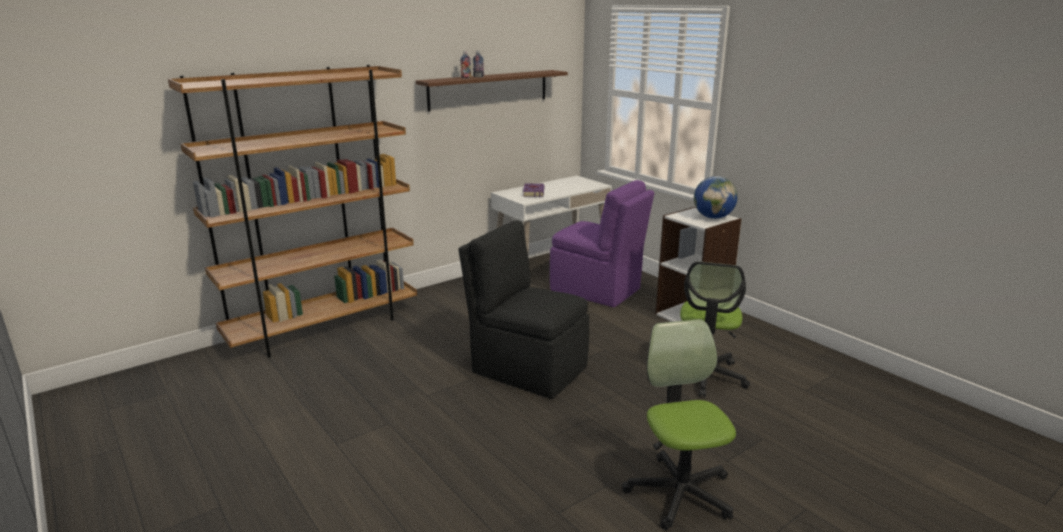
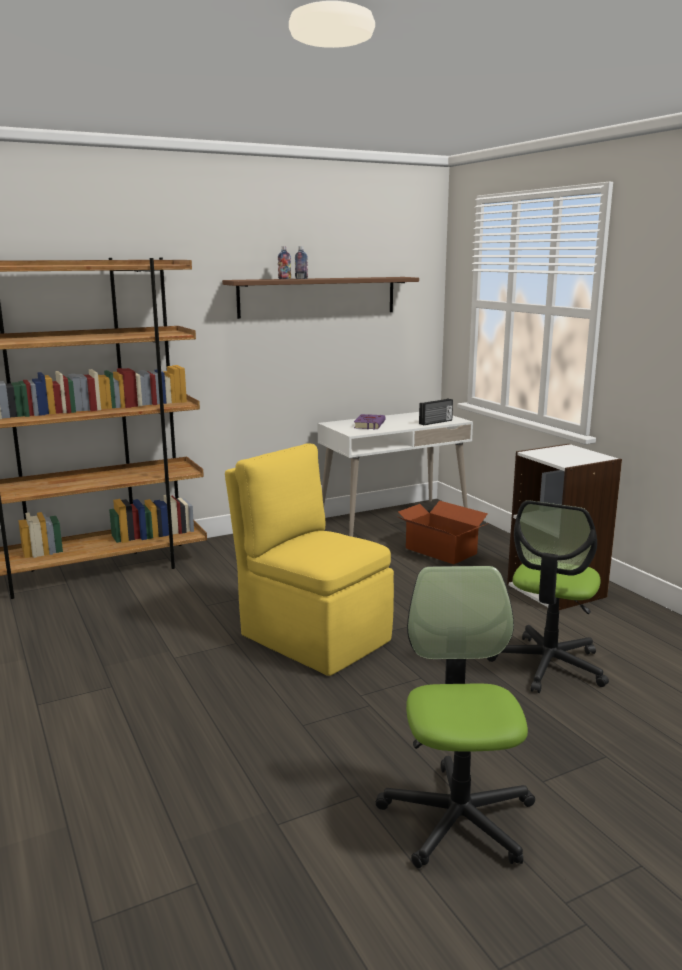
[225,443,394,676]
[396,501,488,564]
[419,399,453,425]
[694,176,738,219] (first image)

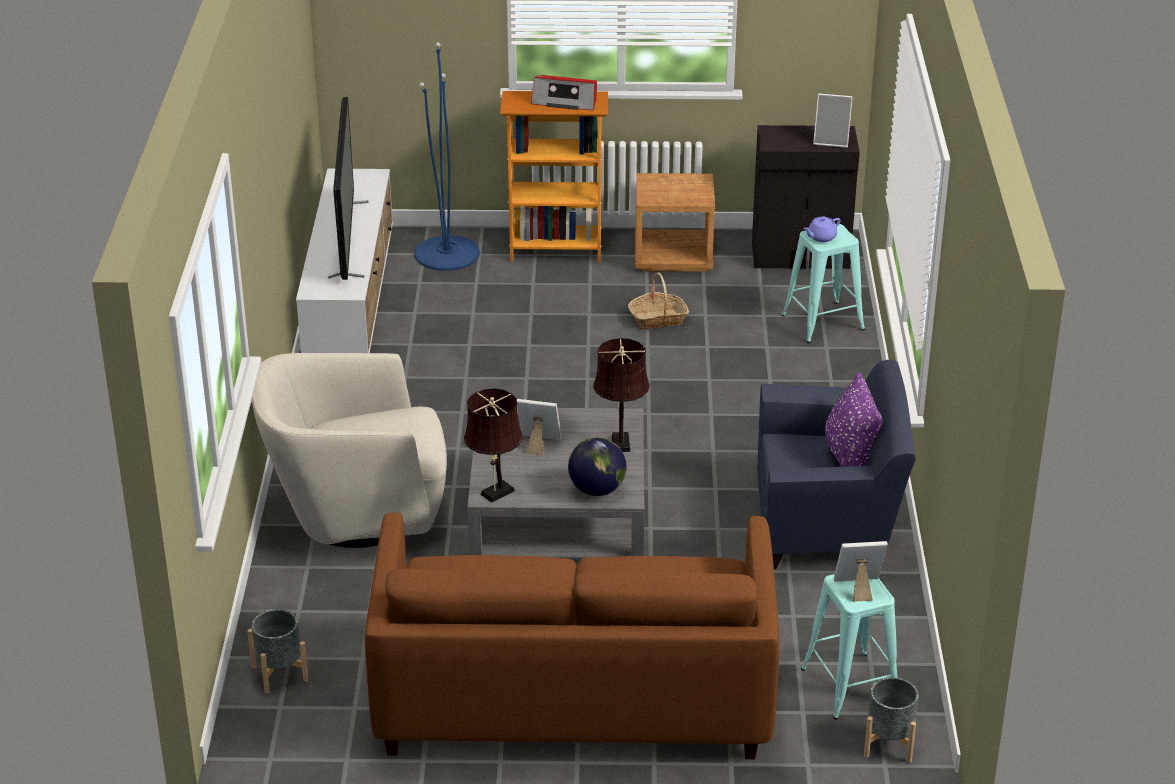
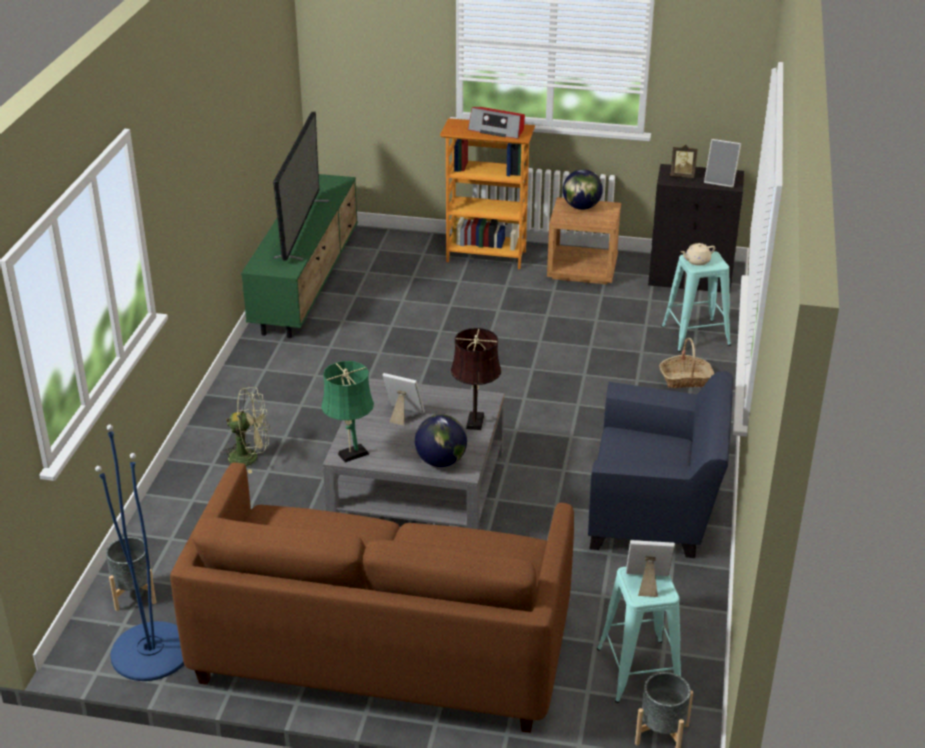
[95,424,184,681]
[220,387,270,474]
[241,174,358,338]
[321,361,374,463]
[563,169,603,210]
[659,338,714,388]
[670,145,698,178]
[681,243,715,266]
[825,372,883,467] (first image)

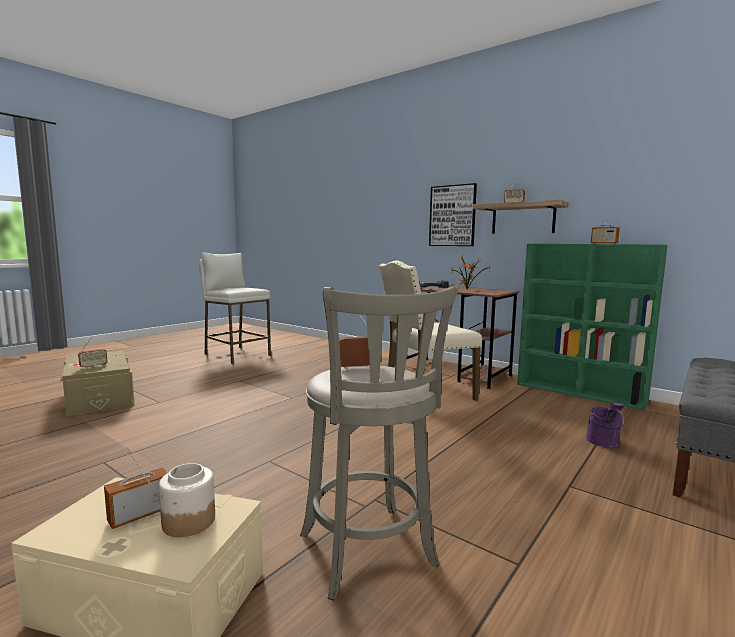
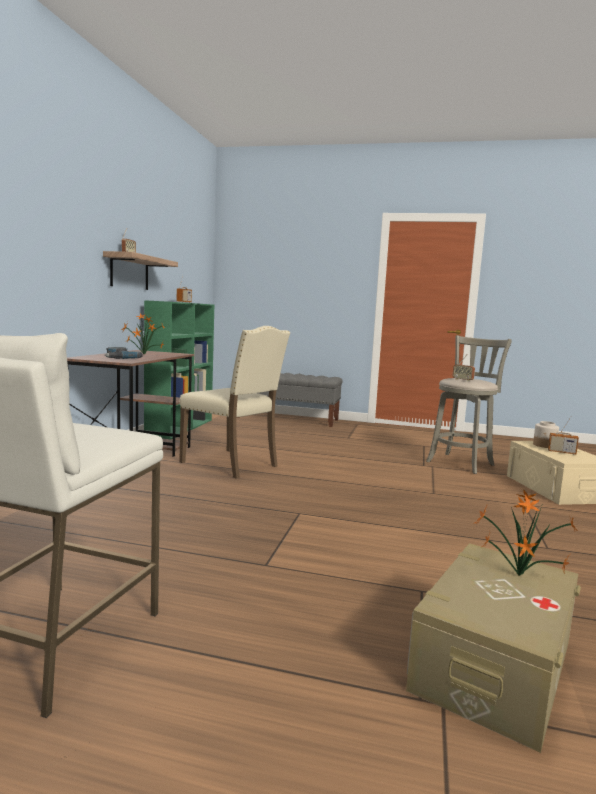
[473,490,578,576]
[429,183,477,246] (first image)
[586,402,625,448] (first image)

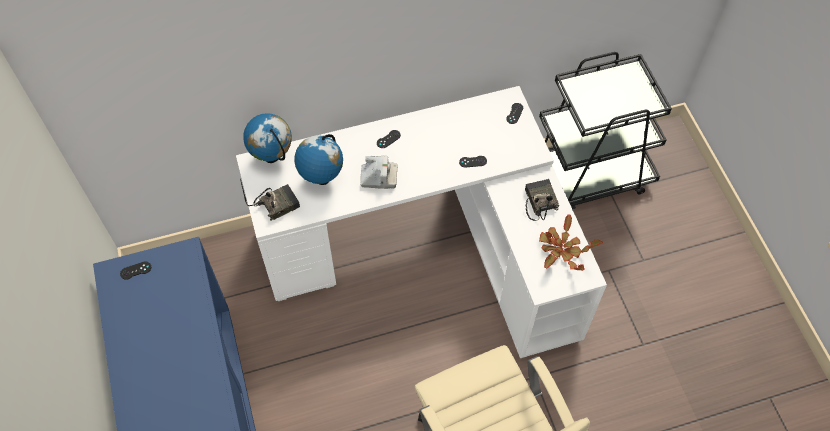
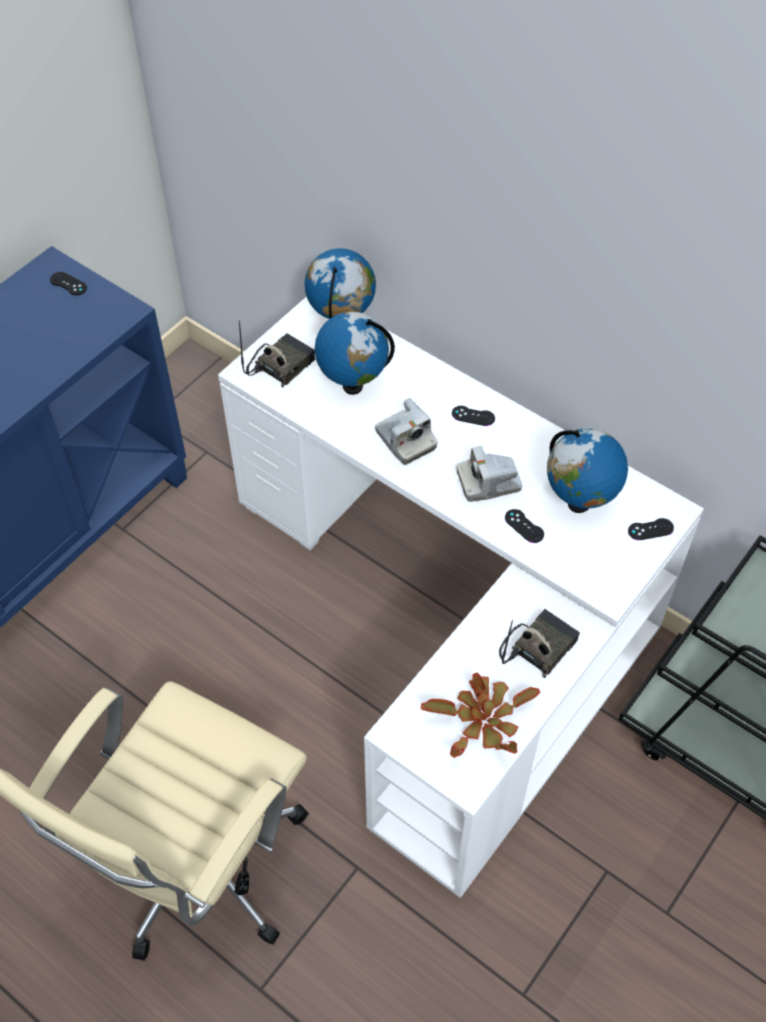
[239,320,315,387]
[457,446,523,502]
[547,428,628,513]

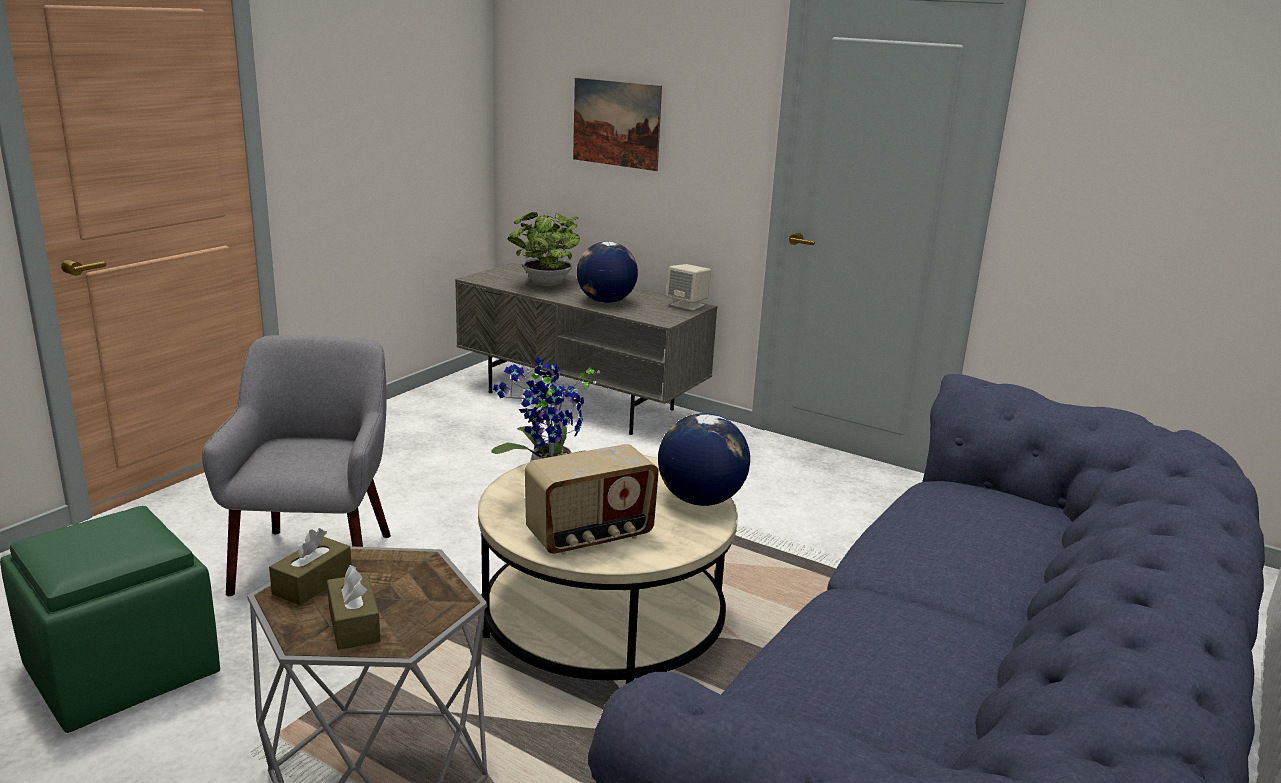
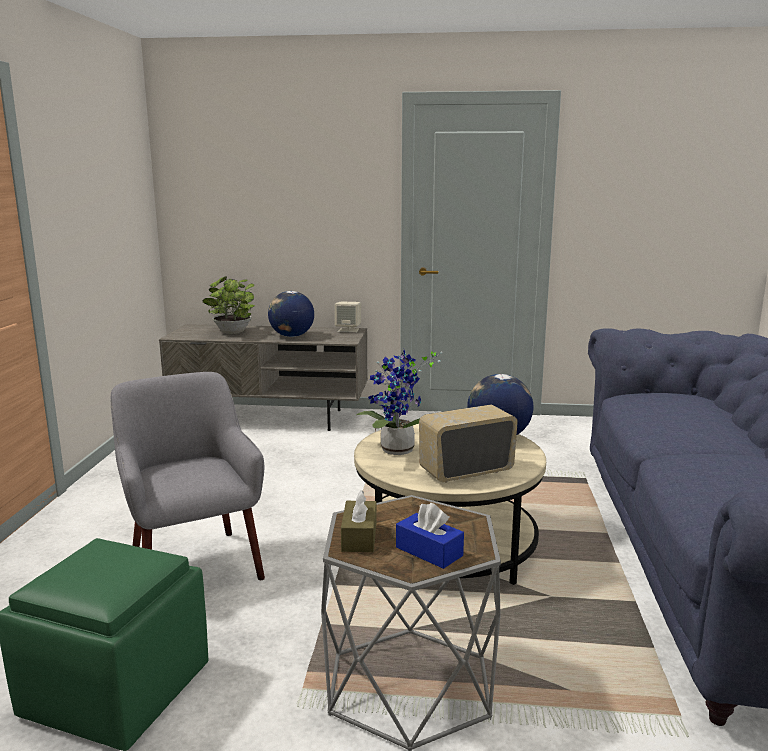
[396,503,464,569]
[419,405,518,483]
[573,78,662,171] (first image)

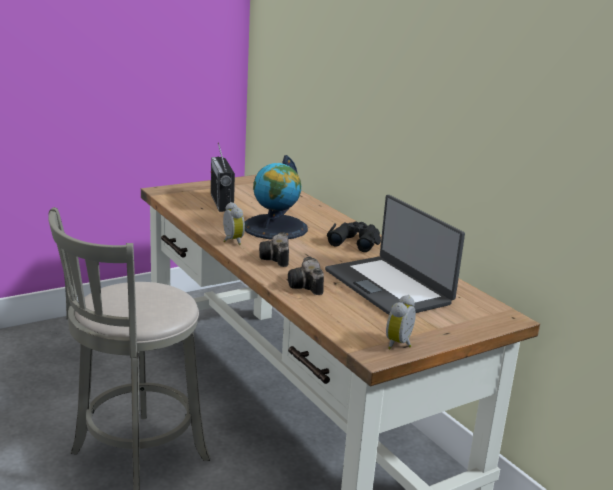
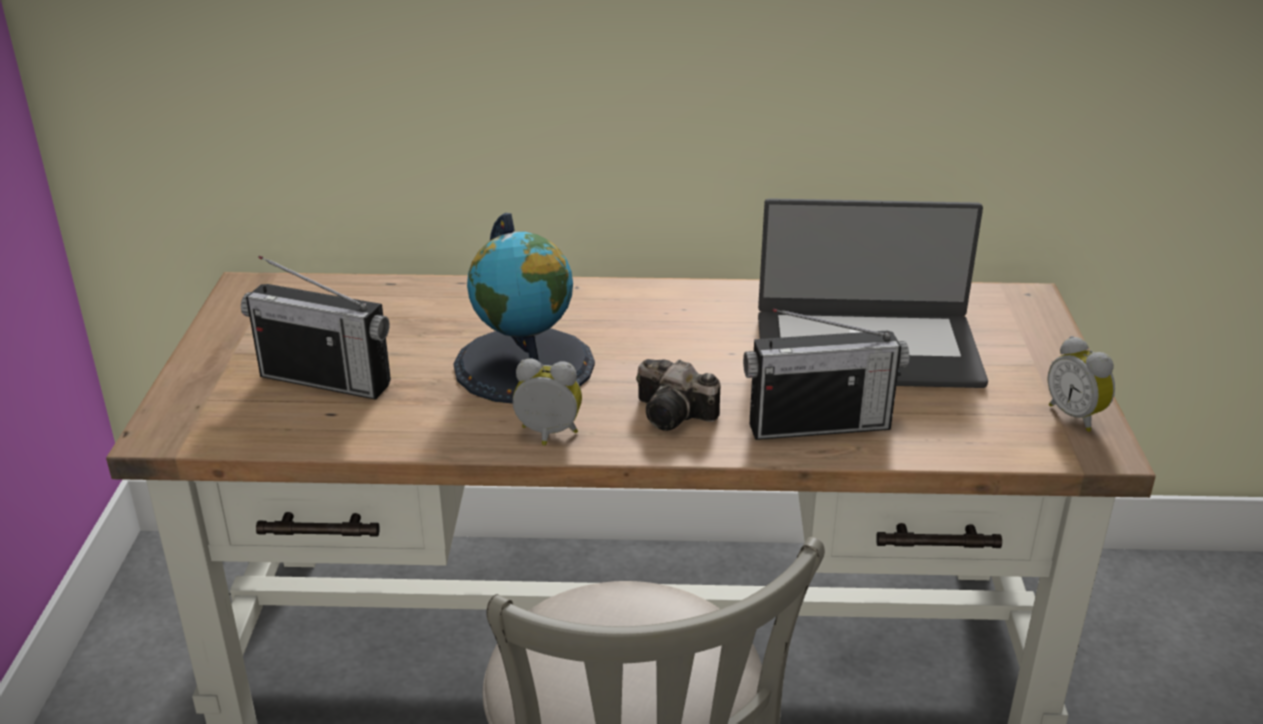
[743,309,909,440]
[327,222,381,252] (first image)

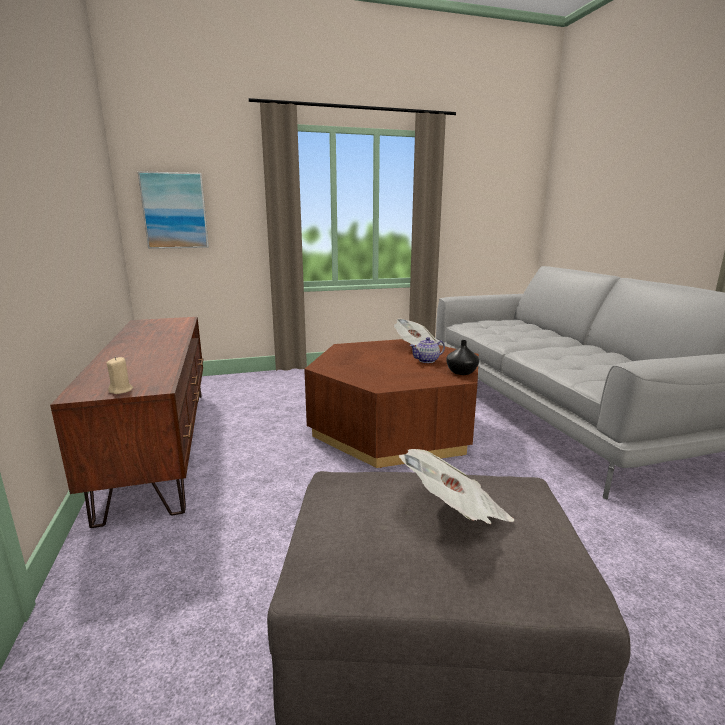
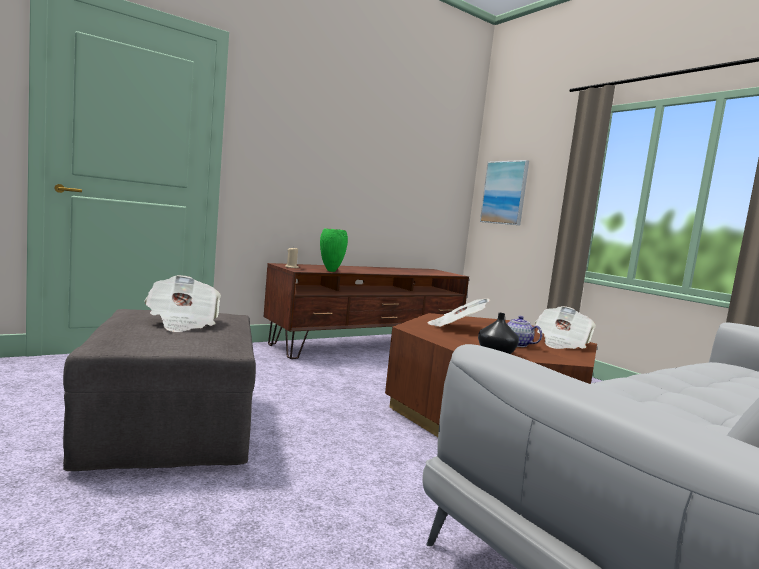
[320,229,348,272]
[428,298,490,327]

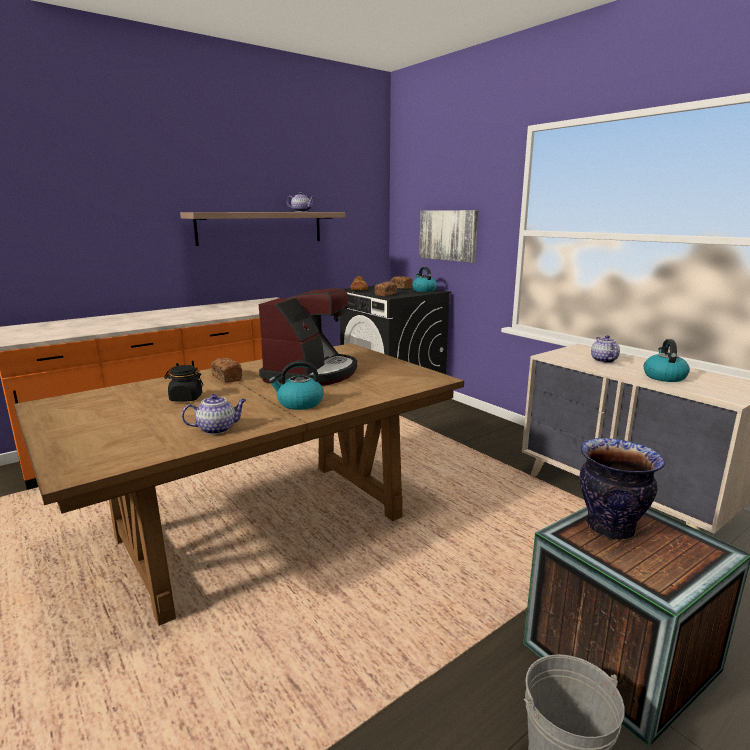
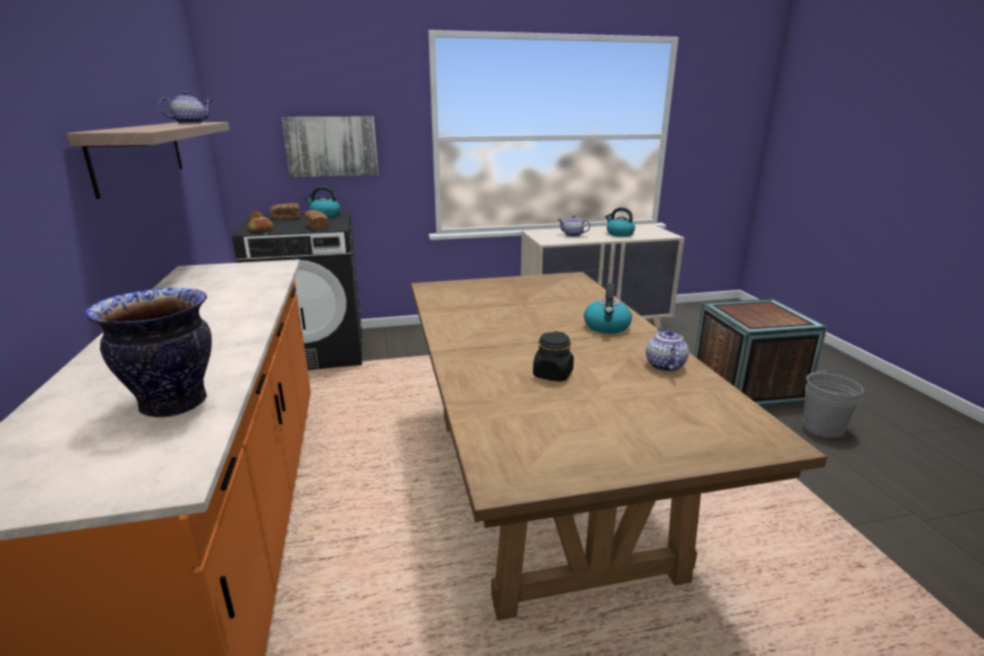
[84,288,212,418]
[211,358,242,383] (first image)
[259,288,357,386] (first image)

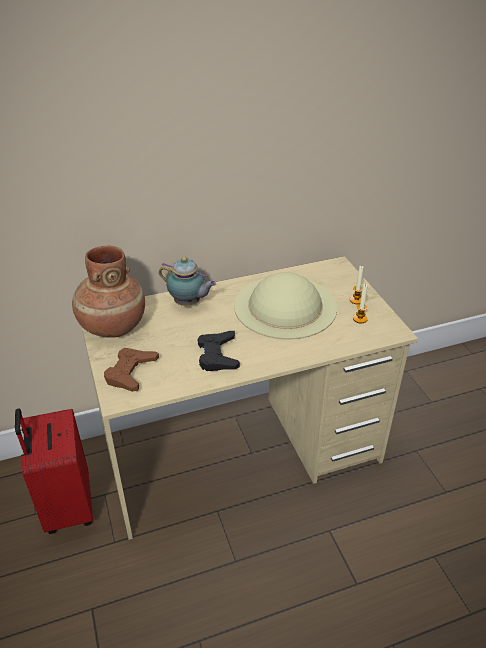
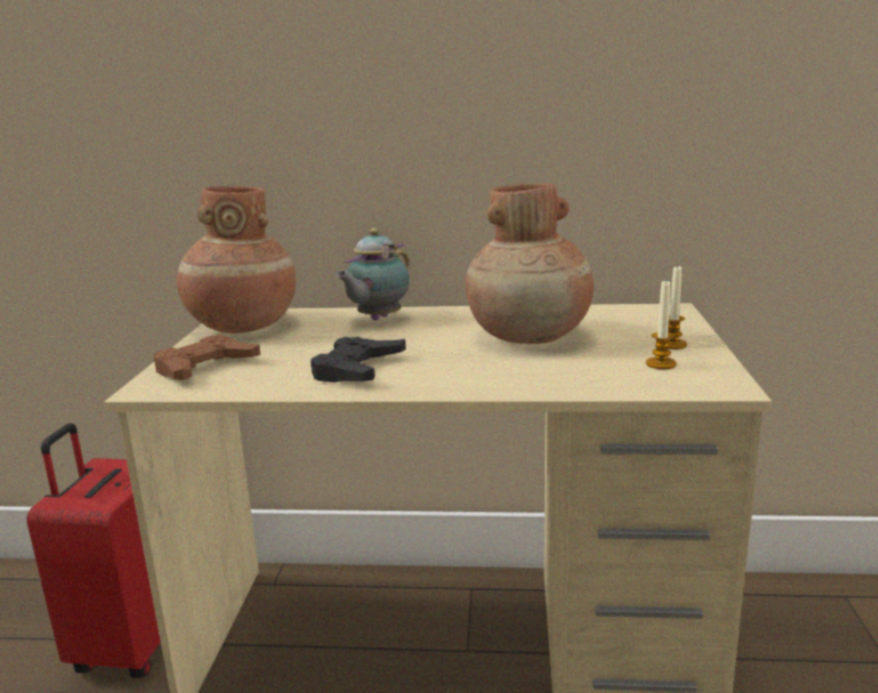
[336,228,409,320]
[465,183,594,344]

